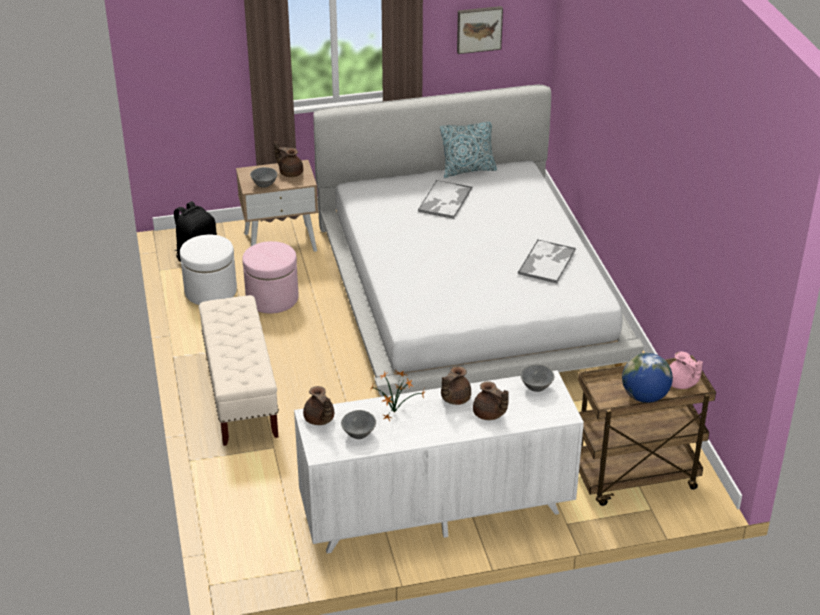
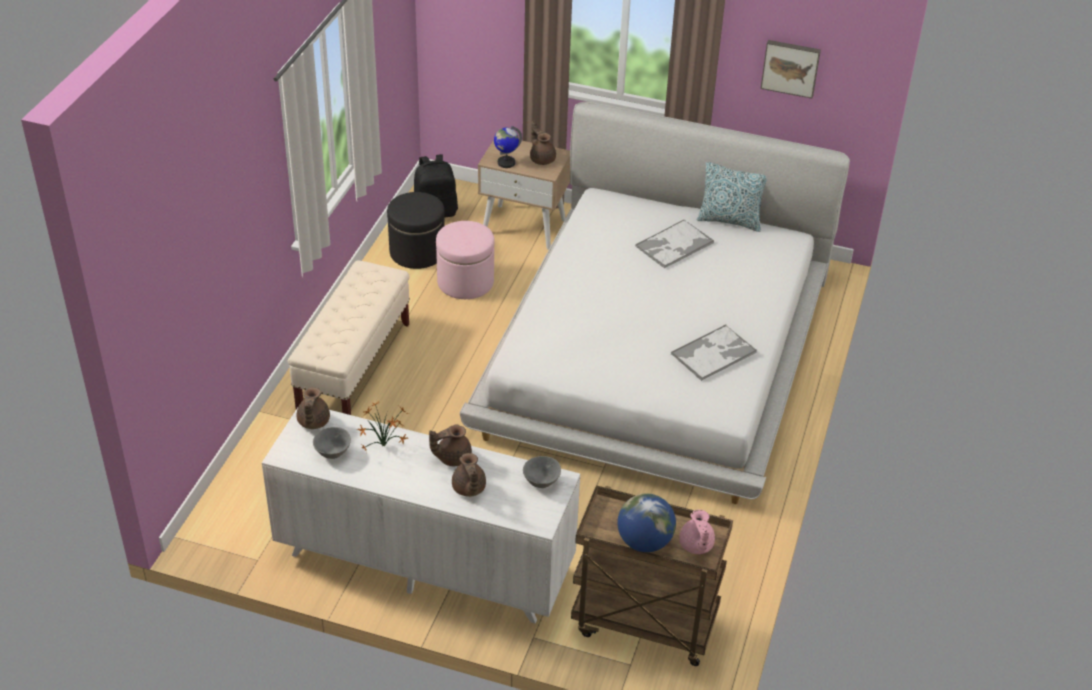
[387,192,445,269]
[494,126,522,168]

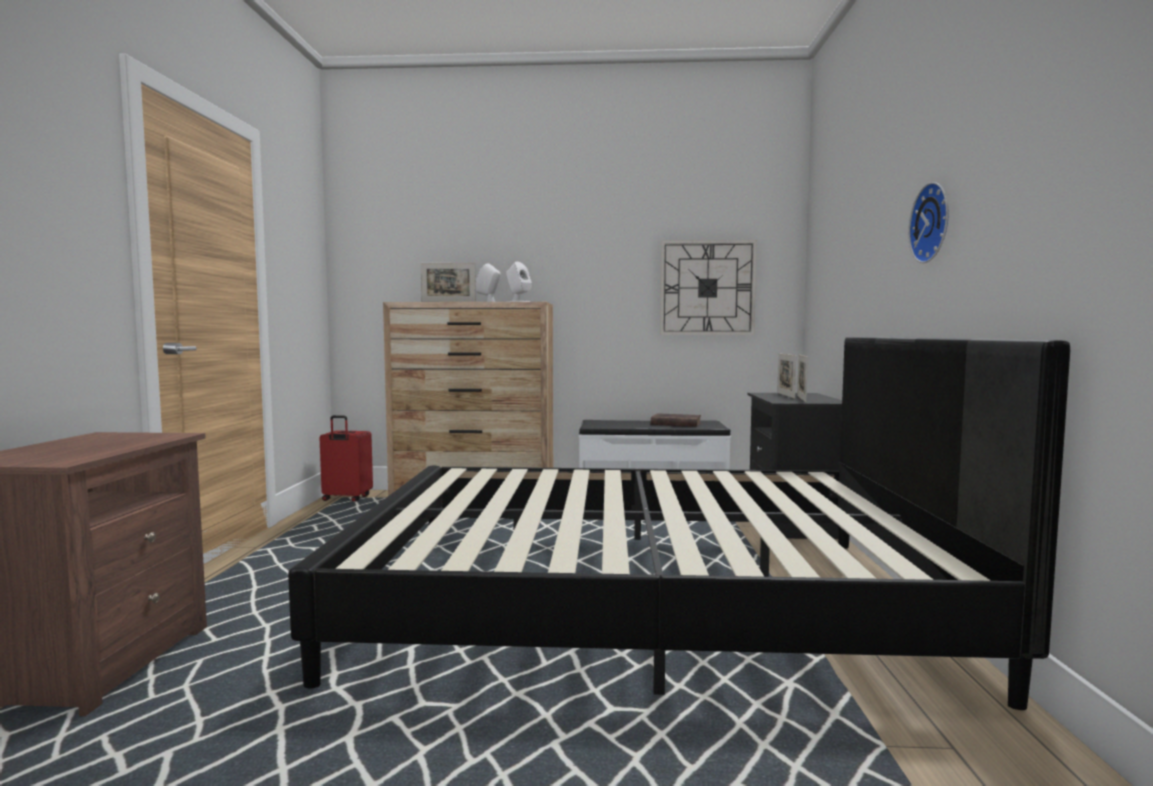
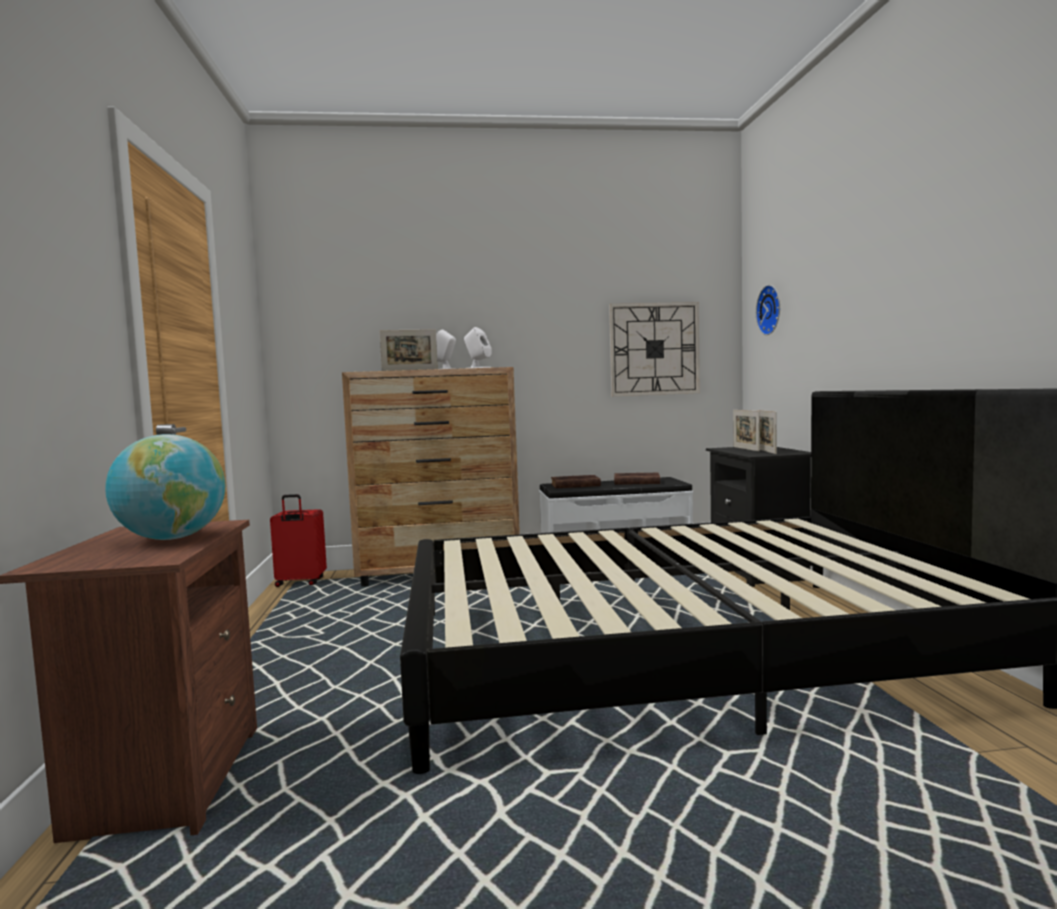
[105,434,225,540]
[551,475,601,488]
[756,285,780,335]

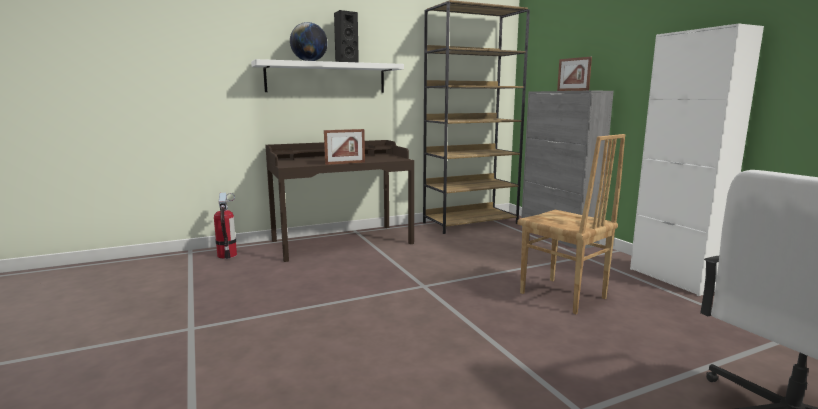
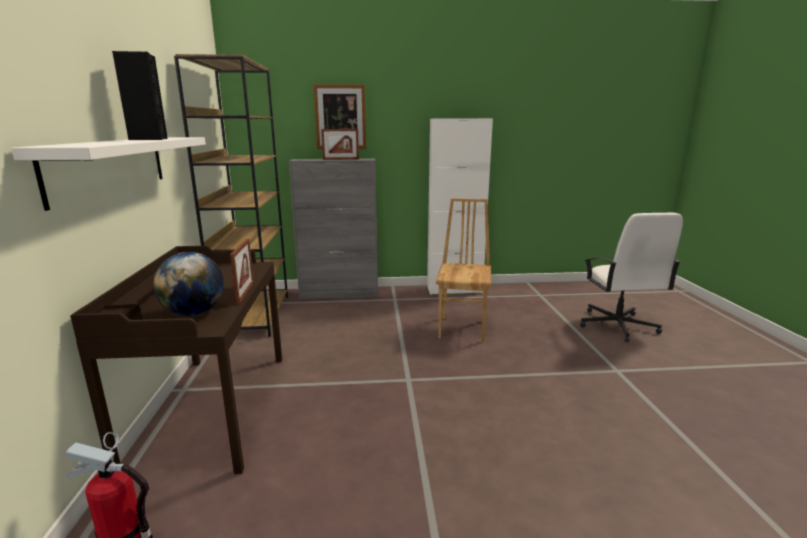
[153,252,224,316]
[313,84,366,149]
[436,198,491,342]

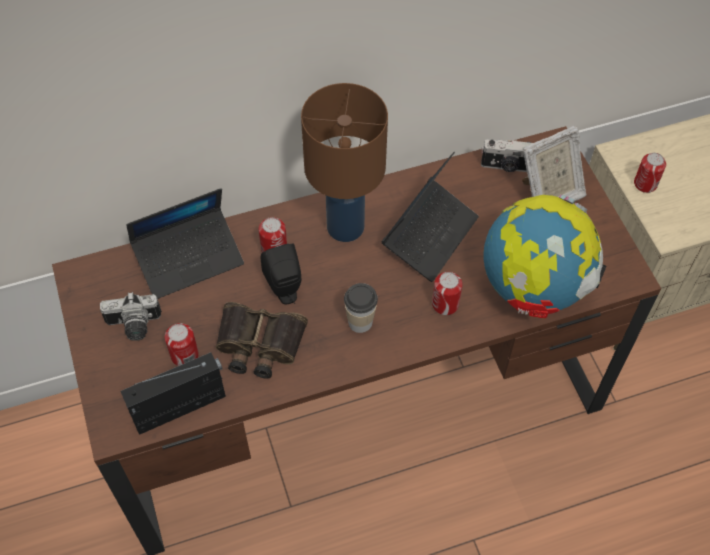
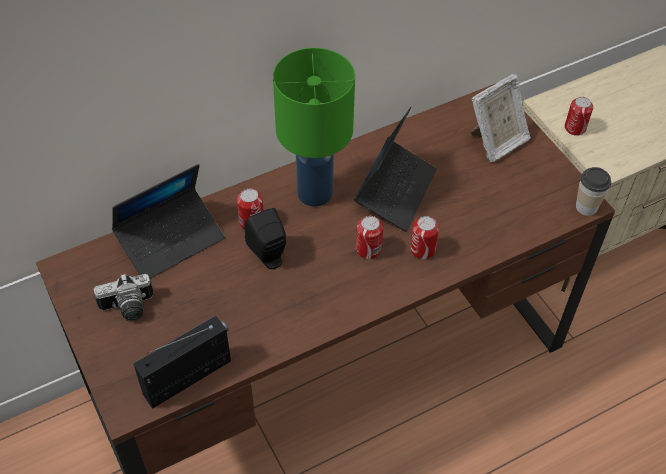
[273,48,355,207]
[356,216,383,259]
[576,167,611,216]
[216,302,308,378] (first image)
[481,139,533,172] (first image)
[484,194,607,318] (first image)

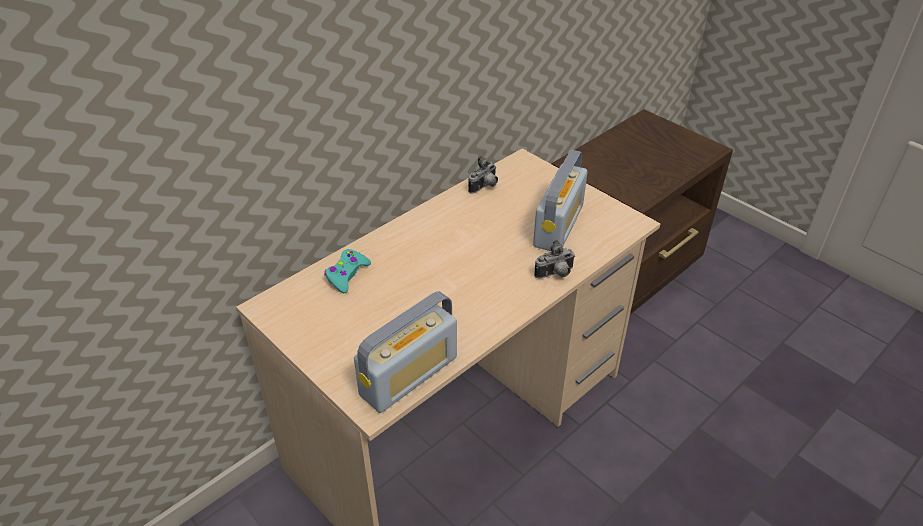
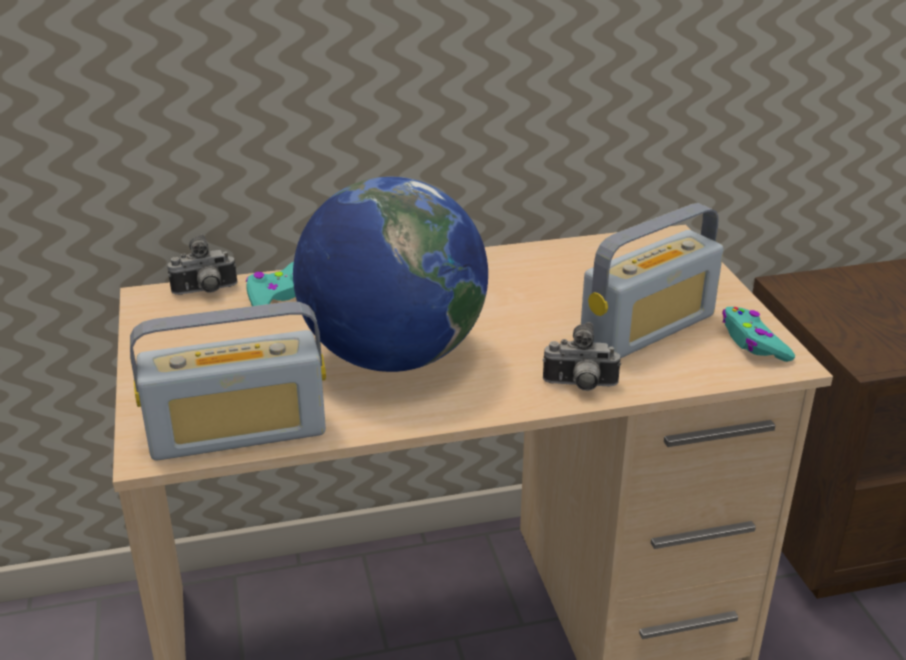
[167,235,237,295]
[293,177,488,372]
[722,307,795,362]

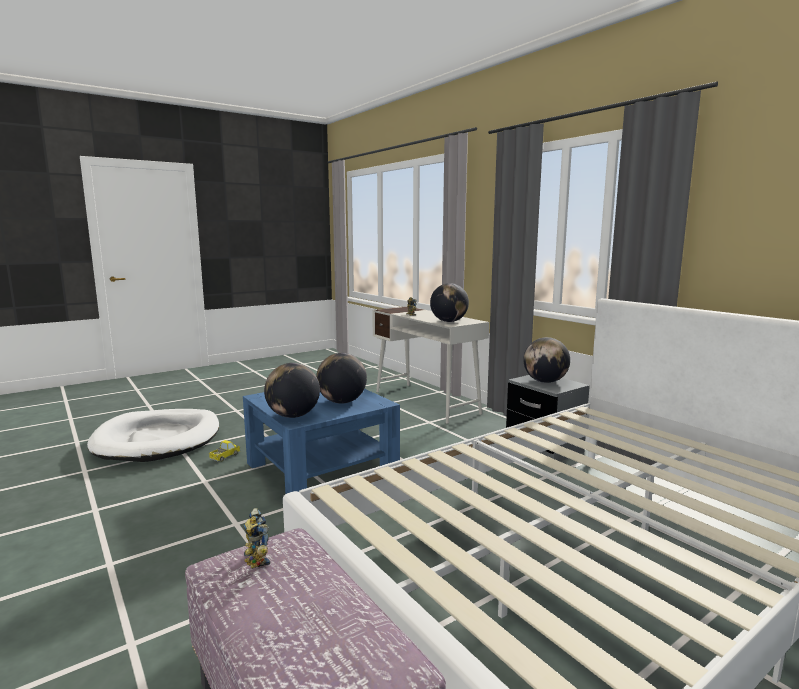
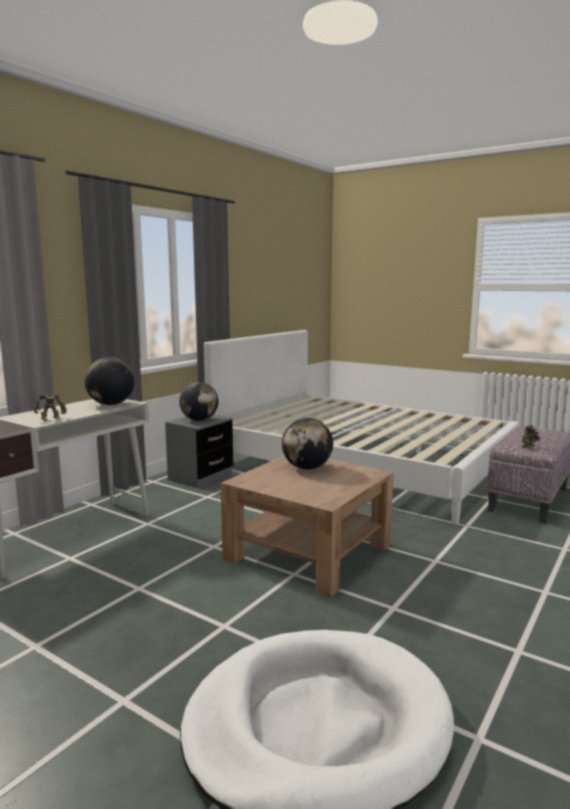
[221,455,394,598]
[209,440,240,462] (first image)
[264,363,320,418] (first image)

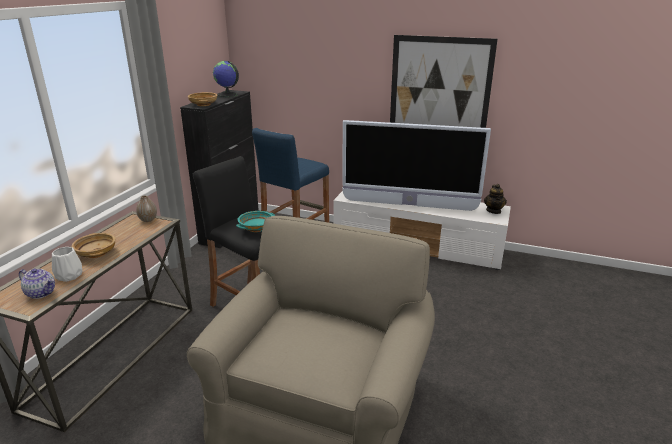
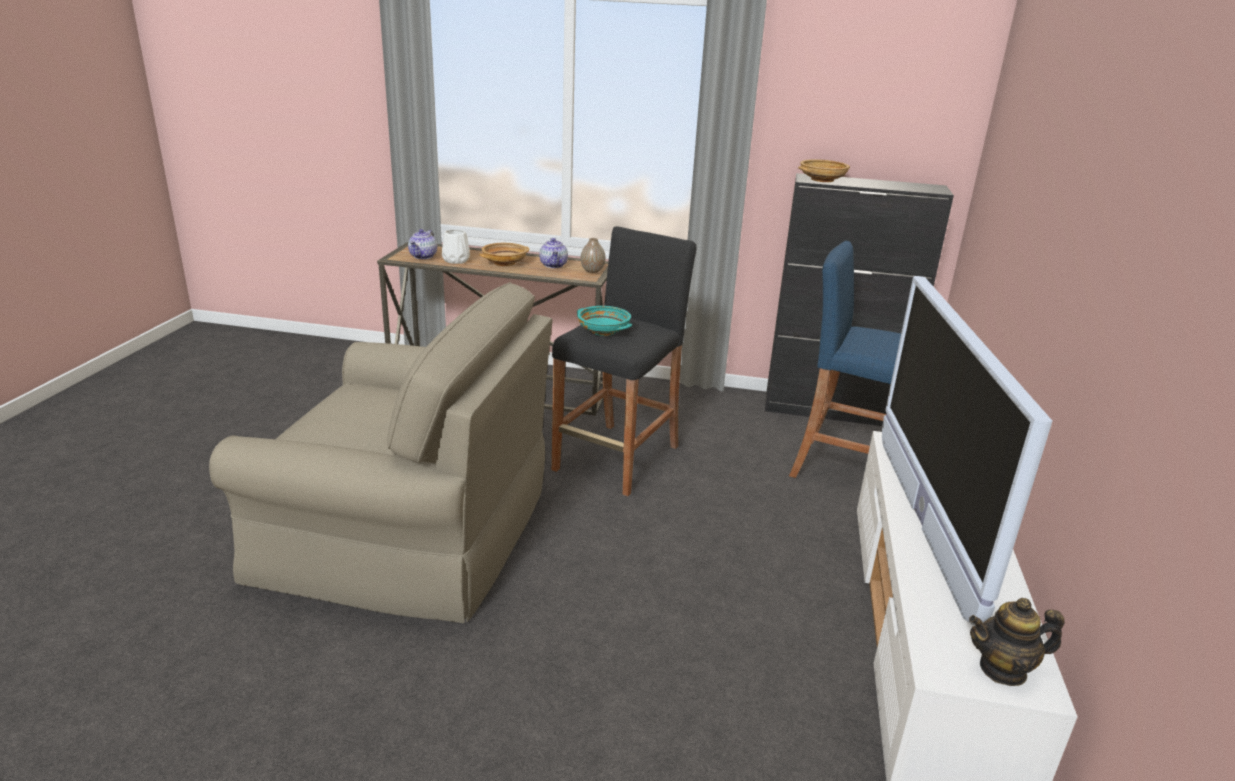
[539,238,568,268]
[213,61,239,97] (first image)
[390,35,498,128] (first image)

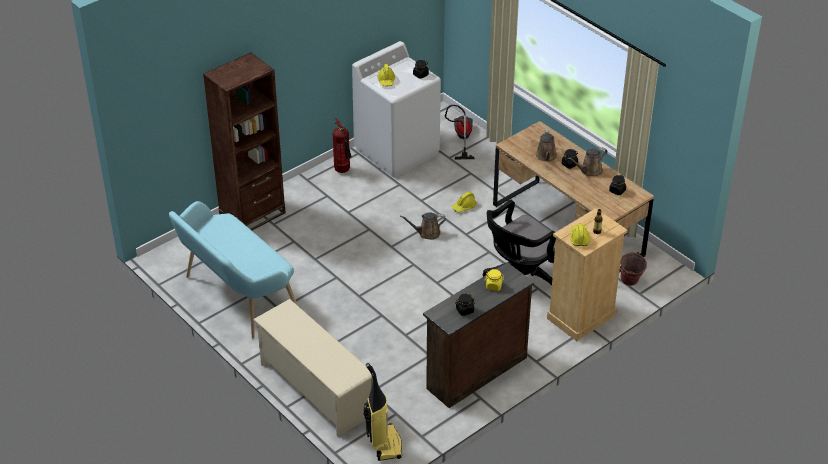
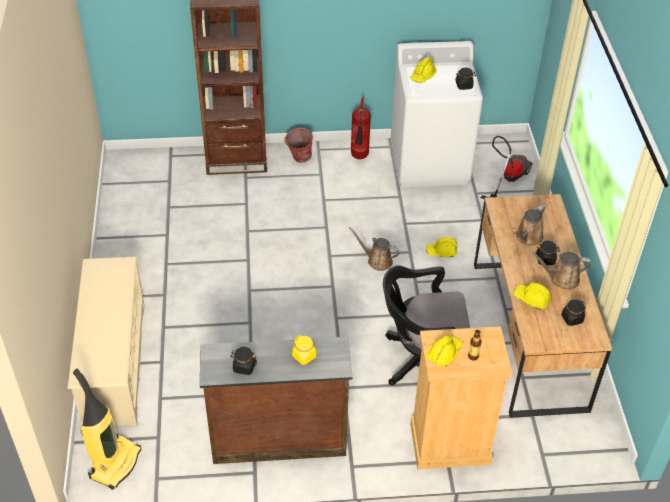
[284,127,313,163]
[513,283,551,310]
[169,201,297,338] (first image)

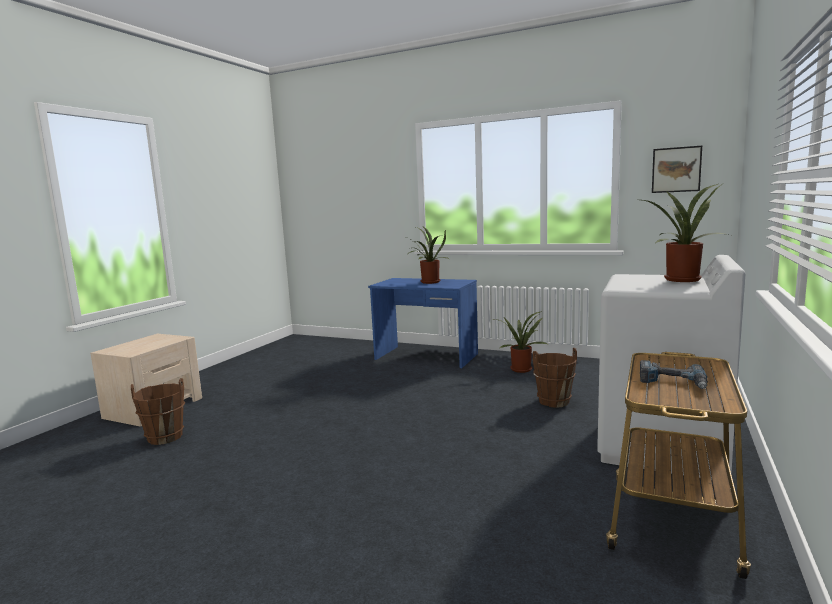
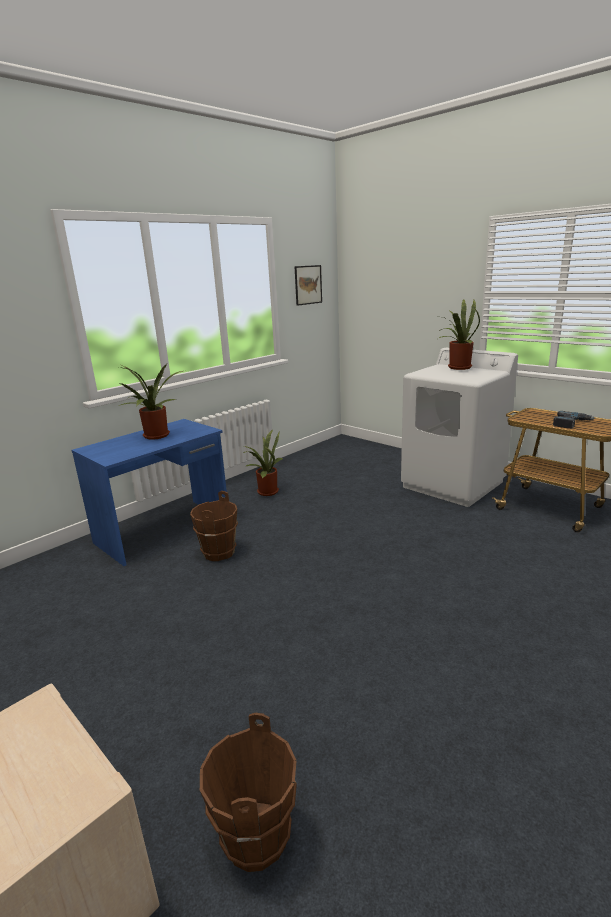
[190,491,238,561]

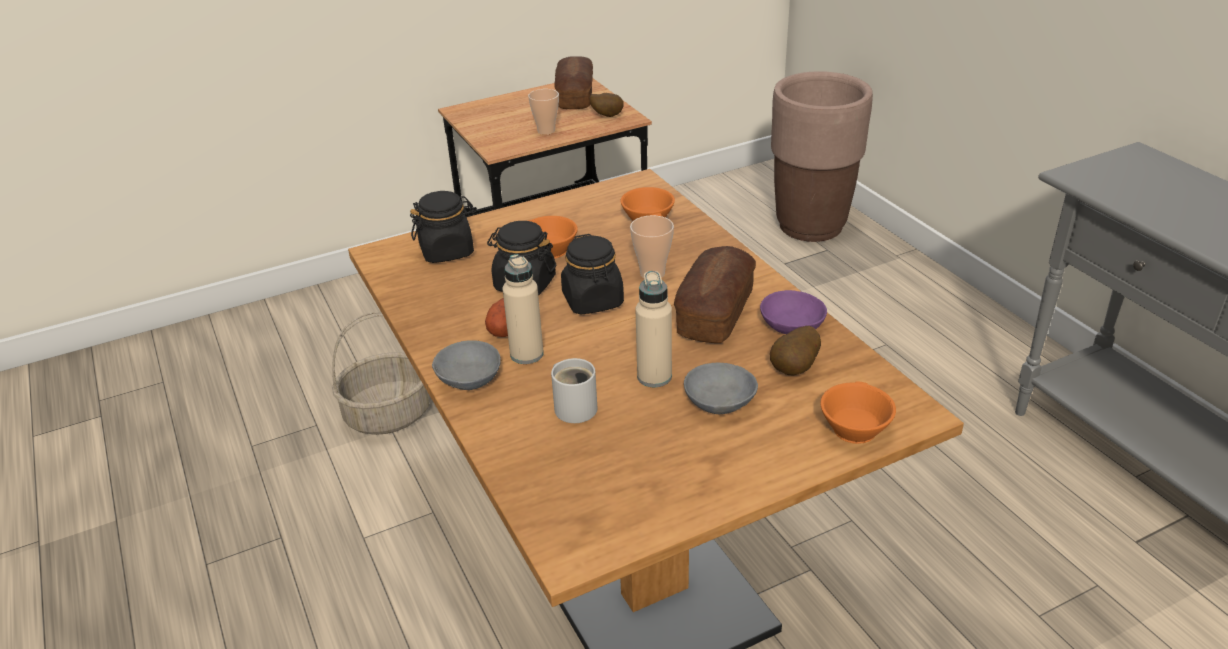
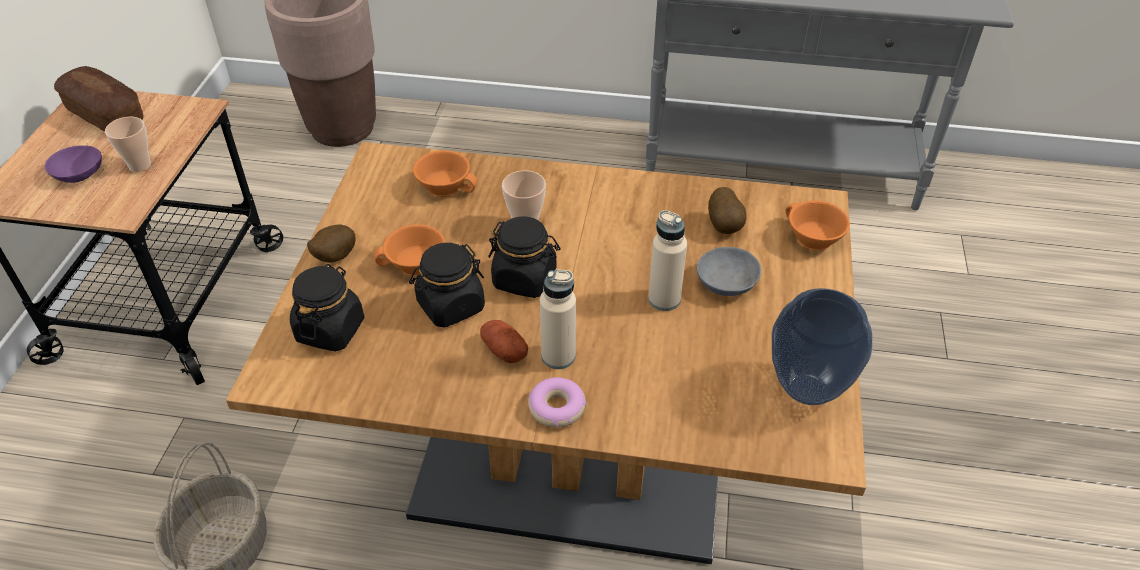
[45,145,102,183]
[307,225,356,263]
[528,377,586,428]
[772,288,872,405]
[551,358,597,423] (first image)
[674,246,756,343] (first image)

